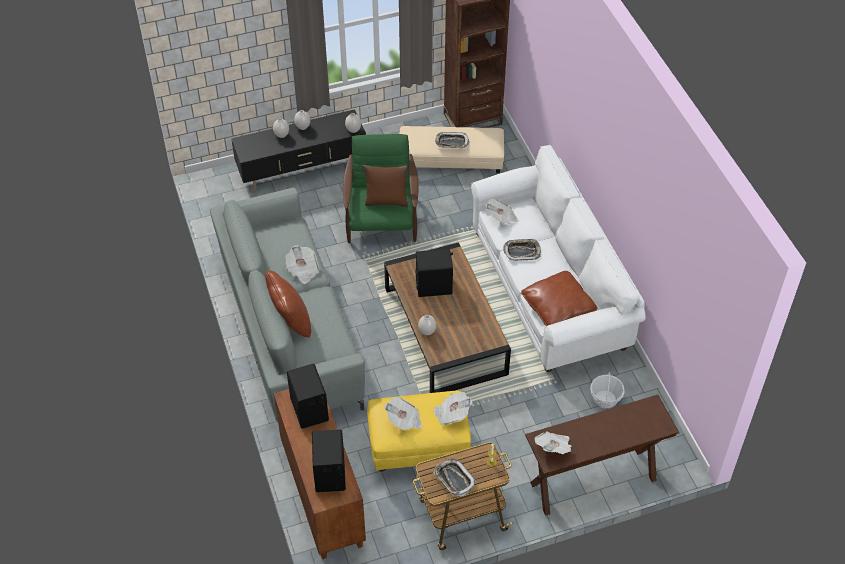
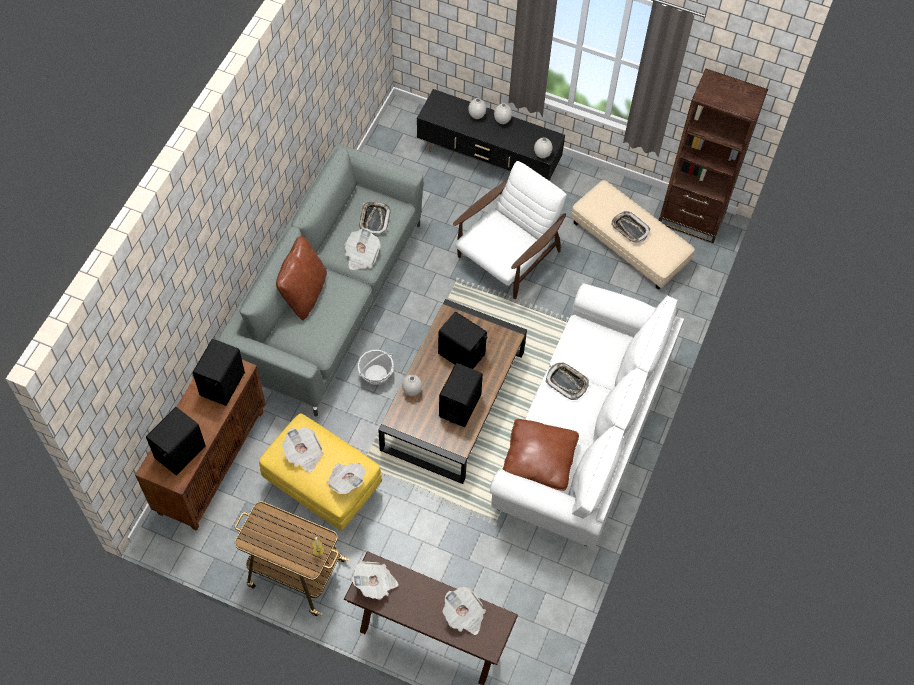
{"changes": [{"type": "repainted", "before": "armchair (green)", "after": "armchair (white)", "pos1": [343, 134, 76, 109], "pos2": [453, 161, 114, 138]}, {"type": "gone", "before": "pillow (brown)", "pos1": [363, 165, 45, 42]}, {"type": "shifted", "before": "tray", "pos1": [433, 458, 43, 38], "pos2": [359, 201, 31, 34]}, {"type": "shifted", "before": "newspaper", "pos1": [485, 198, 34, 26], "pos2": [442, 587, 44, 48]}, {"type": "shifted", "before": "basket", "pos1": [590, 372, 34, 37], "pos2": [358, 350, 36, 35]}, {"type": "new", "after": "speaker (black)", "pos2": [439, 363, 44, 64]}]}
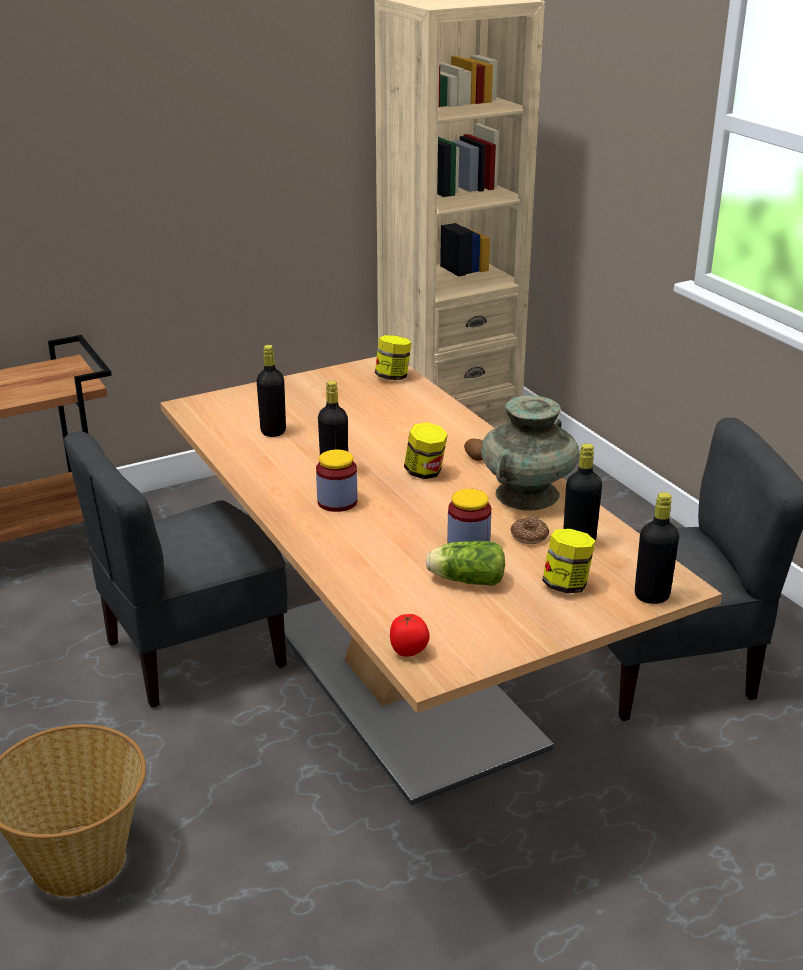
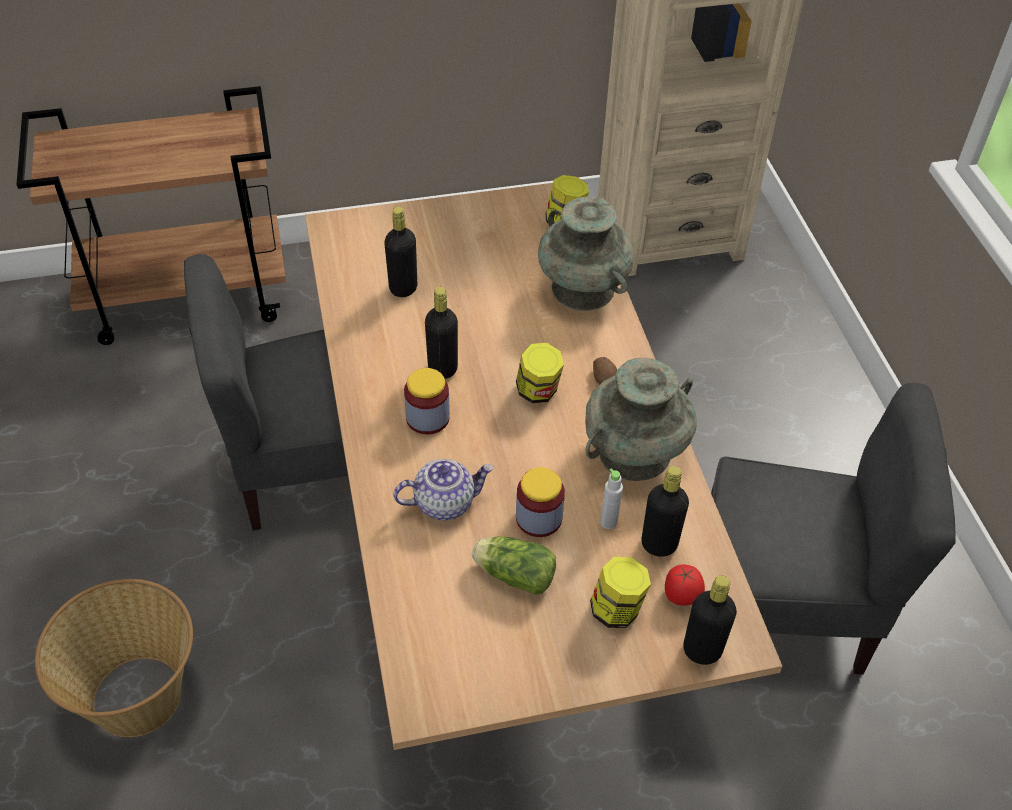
{"changes": [{"type": "shifted", "before": "tomato", "pos1": [390, 614, 40, 43], "pos2": [665, 564, 40, 42]}, {"type": "swapped", "before": "donut", "after": "bottle (grey)", "pos1": [510, 517, 39, 27], "pos2": [600, 468, 23, 61]}, {"type": "new", "after": "teapot", "pos2": [394, 459, 100, 61]}, {"type": "new", "after": "vase (turquoise)", "pos2": [538, 197, 96, 114]}]}
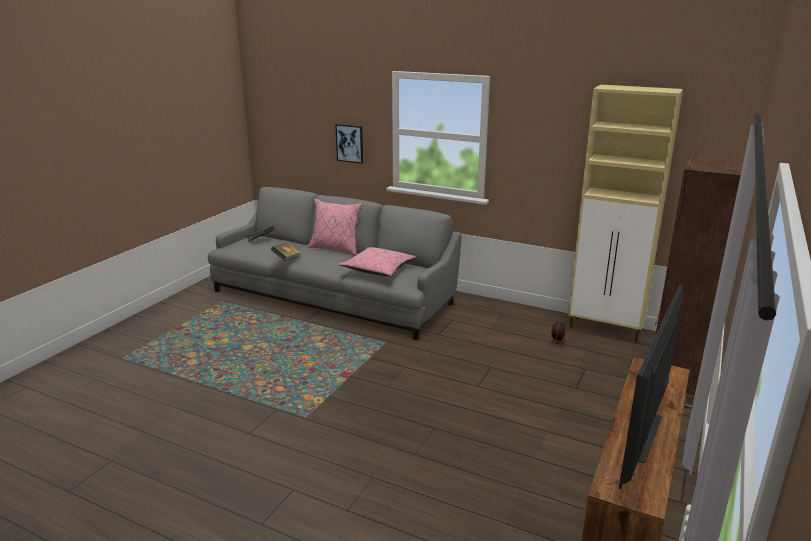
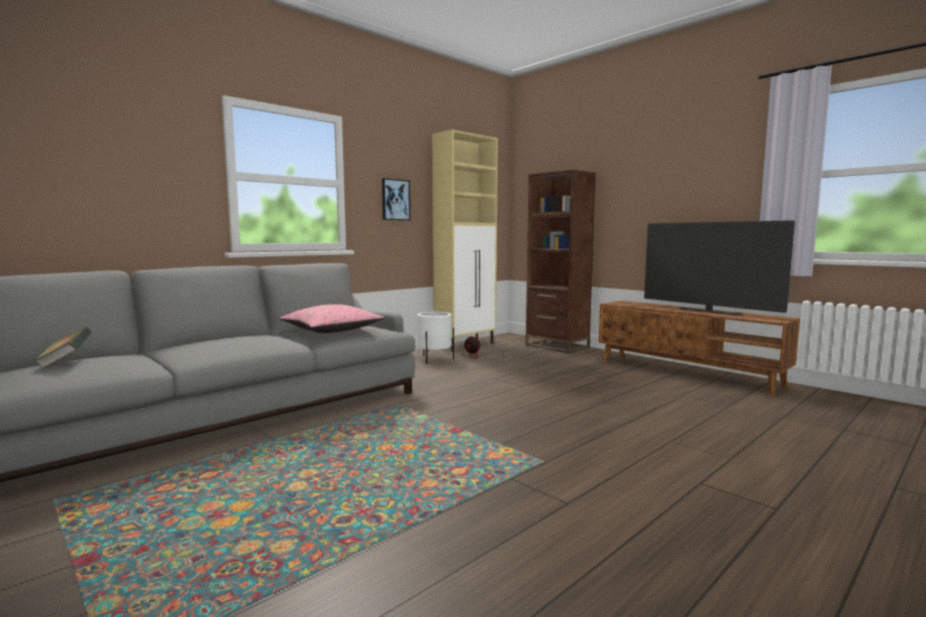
{"changes": [{"type": "gone", "before": "book", "pos1": [271, 242, 30, 19]}, {"type": "gone", "before": "pillow (pink)", "pos1": [308, 198, 55, 58]}, {"type": "shifted", "before": "picture", "pos1": [335, 124, 28, 40], "pos2": [382, 178, 28, 43]}, {"type": "new", "after": "planter (white)", "pos2": [417, 312, 37, 52]}]}
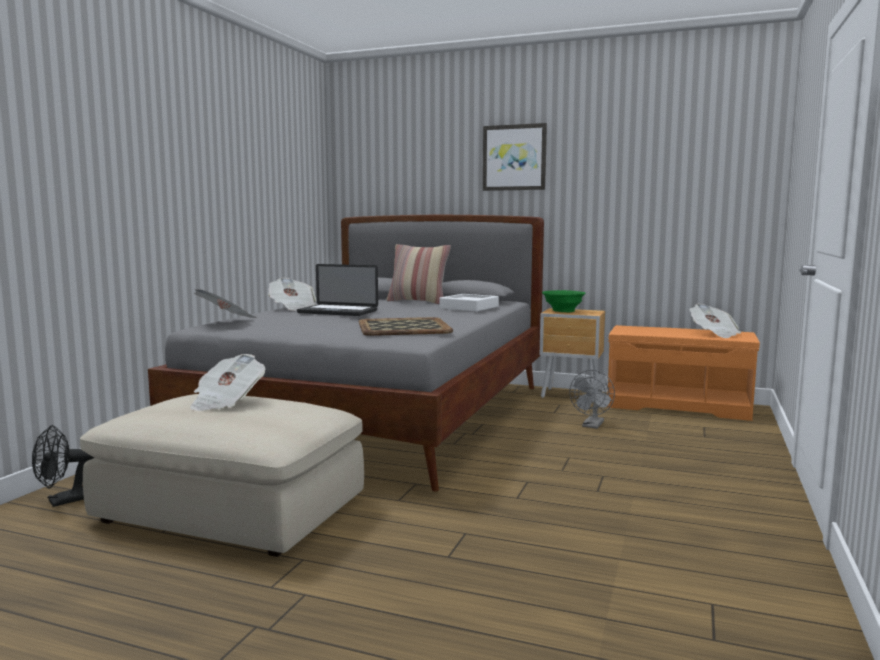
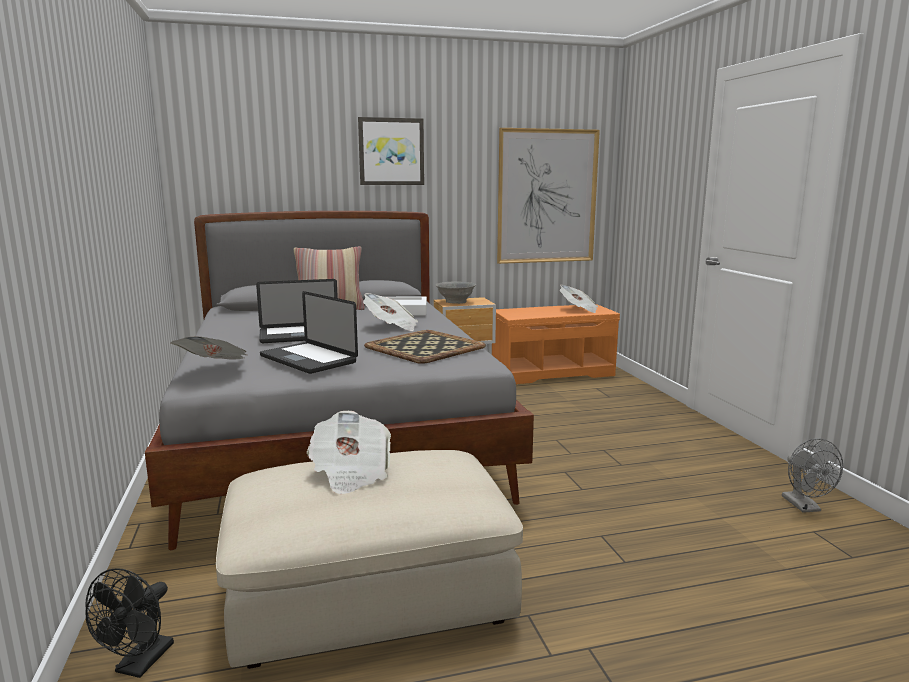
{"changes": [{"type": "shifted", "before": "newspaper", "pos1": [268, 278, 48, 33], "pos2": [363, 293, 55, 38]}, {"type": "repainted", "before": "bowl (green)", "after": "bowl (grey)", "pos1": [542, 290, 44, 22], "pos2": [436, 282, 40, 22]}, {"type": "shifted", "before": "fan (grey)", "pos1": [569, 370, 46, 59], "pos2": [782, 438, 61, 75]}, {"type": "new", "after": "laptop", "pos2": [260, 291, 98, 83]}, {"type": "new", "after": "picture", "pos2": [497, 128, 103, 136]}]}
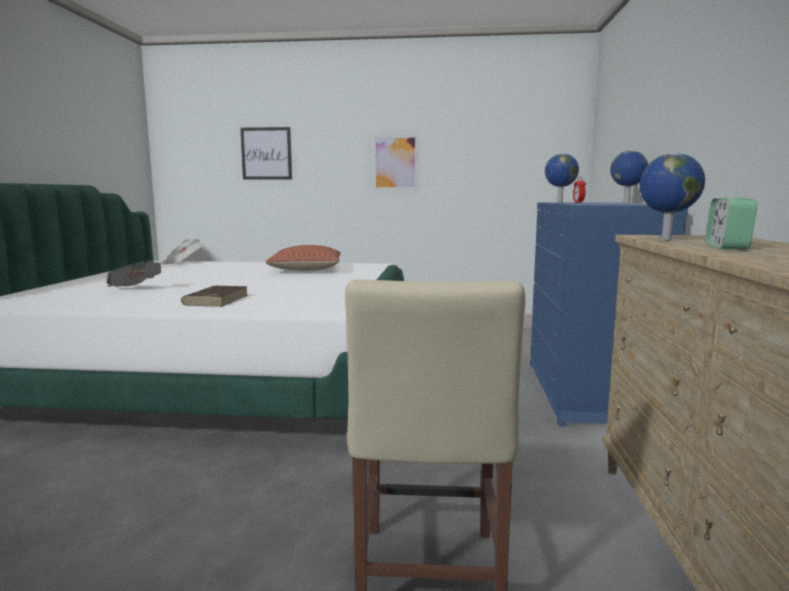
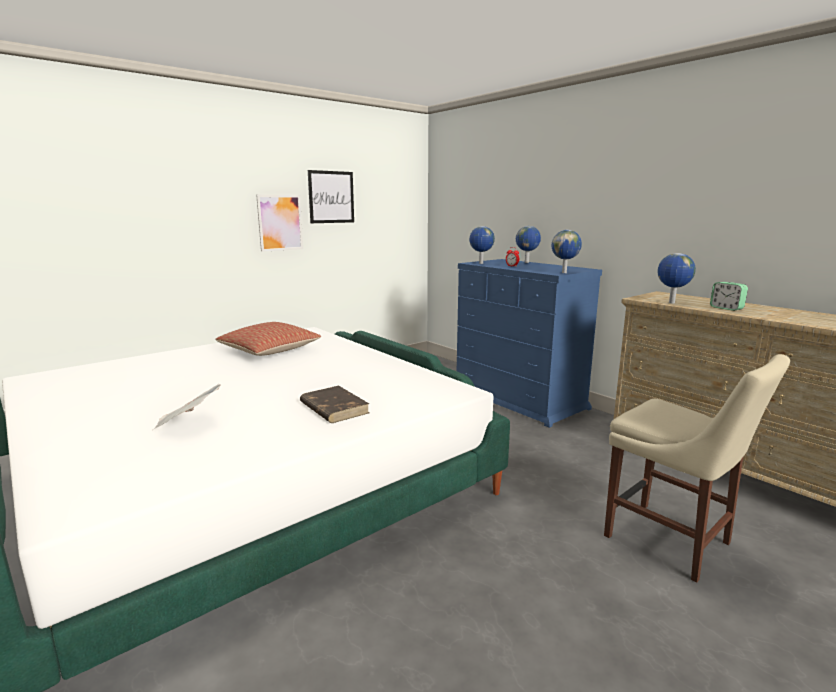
{"changes": [{"type": "gone", "before": "newspaper", "pos1": [161, 239, 42, 25]}, {"type": "shifted", "before": "picture", "pos1": [240, 127, 52, 53], "pos2": [308, 170, 46, 53]}, {"type": "new", "after": "globe", "pos2": [552, 230, 30, 43]}]}
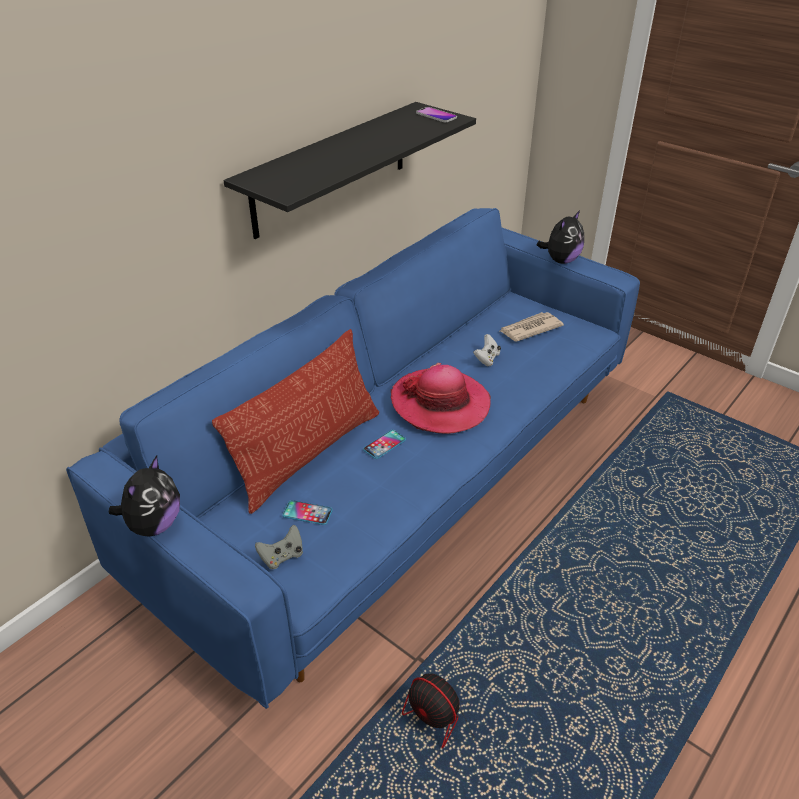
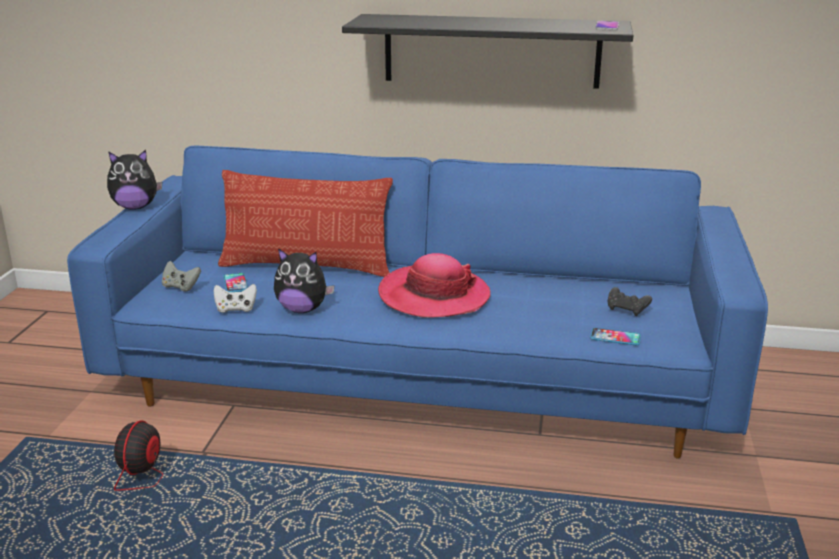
{"changes": [{"type": "shifted", "before": "phone", "pos1": [363, 430, 43, 29], "pos2": [590, 328, 51, 18]}, {"type": "shifted", "before": "game controller (white)", "pos1": [473, 334, 28, 32], "pos2": [214, 284, 43, 29]}, {"type": "swapped", "before": "newspaper", "after": "game controller (black)", "pos1": [500, 312, 64, 30], "pos2": [608, 287, 44, 29]}, {"type": "shifted", "before": "plush toy", "pos1": [537, 210, 47, 54], "pos2": [274, 248, 61, 65]}]}
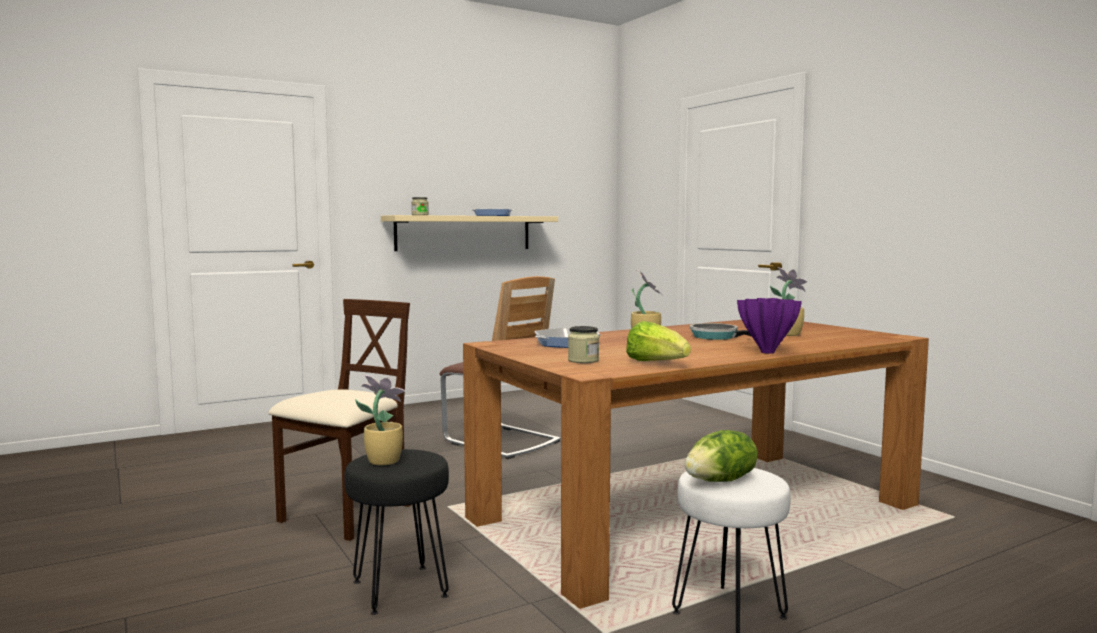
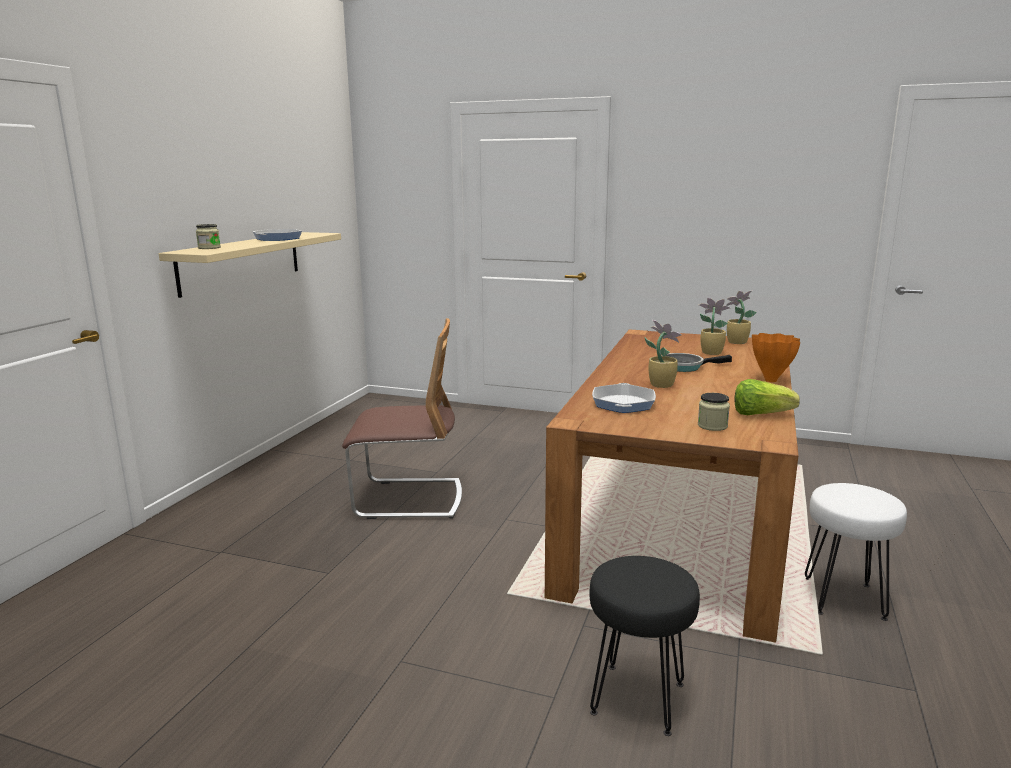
{"changes": [{"type": "gone", "before": "chair (beige)", "pos1": [268, 299, 143, 242]}, {"type": "shifted", "before": "potted plant", "pos1": [355, 375, 50, 91], "pos2": [726, 290, 31, 54]}, {"type": "gone", "before": "lettuce", "pos1": [684, 430, 74, 52]}, {"type": "repainted", "before": "vase (purple)", "after": "vase (orange)", "pos1": [737, 298, 65, 56], "pos2": [752, 333, 48, 49]}]}
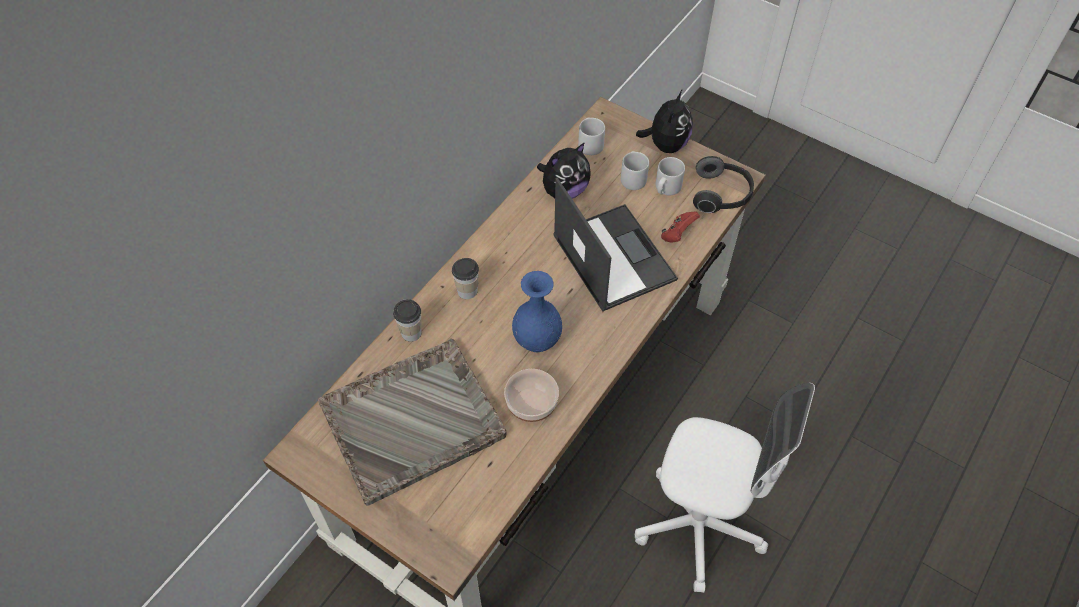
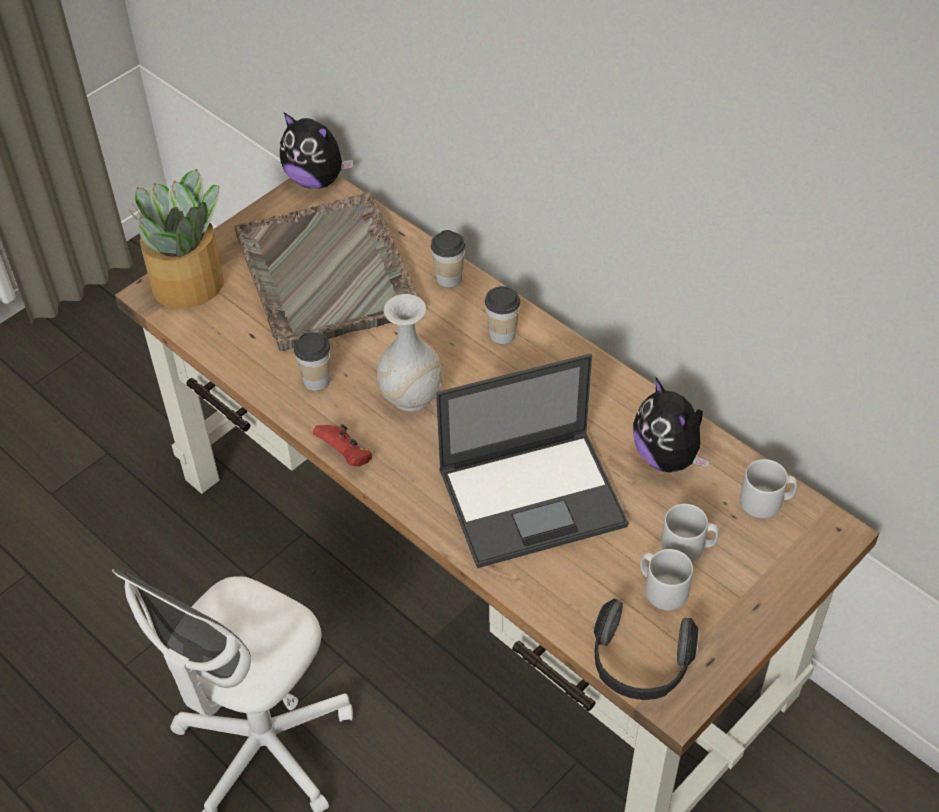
{"changes": [{"type": "swapped", "before": "bowl", "after": "cup", "pos1": [504, 369, 55, 53], "pos2": [294, 332, 37, 59]}, {"type": "repainted", "before": "vase (blue)", "after": "vase (white)", "pos1": [512, 271, 50, 81], "pos2": [377, 294, 66, 117]}, {"type": "shifted", "before": "plush toy", "pos1": [636, 89, 57, 64], "pos2": [280, 113, 73, 76]}, {"type": "shifted", "before": "game controller (red)", "pos1": [661, 211, 39, 32], "pos2": [313, 424, 59, 42]}, {"type": "new", "after": "potted plant", "pos2": [129, 169, 95, 140]}]}
